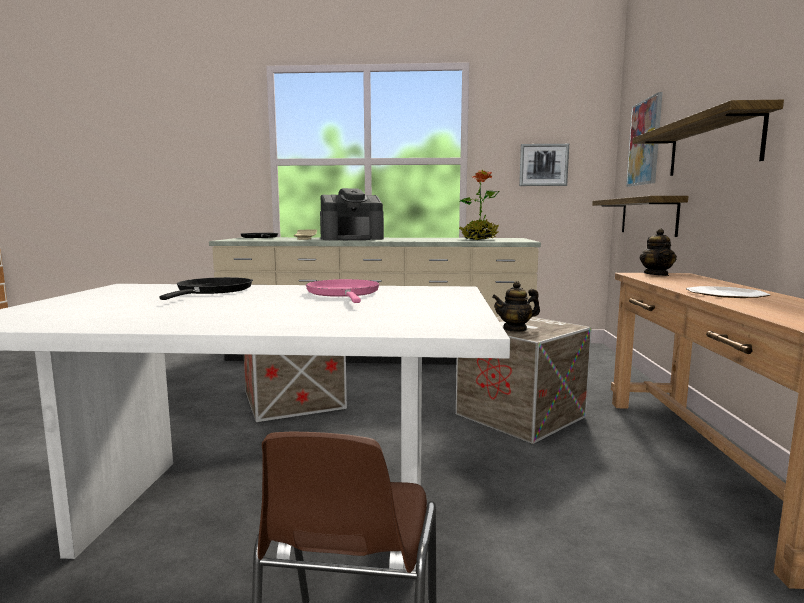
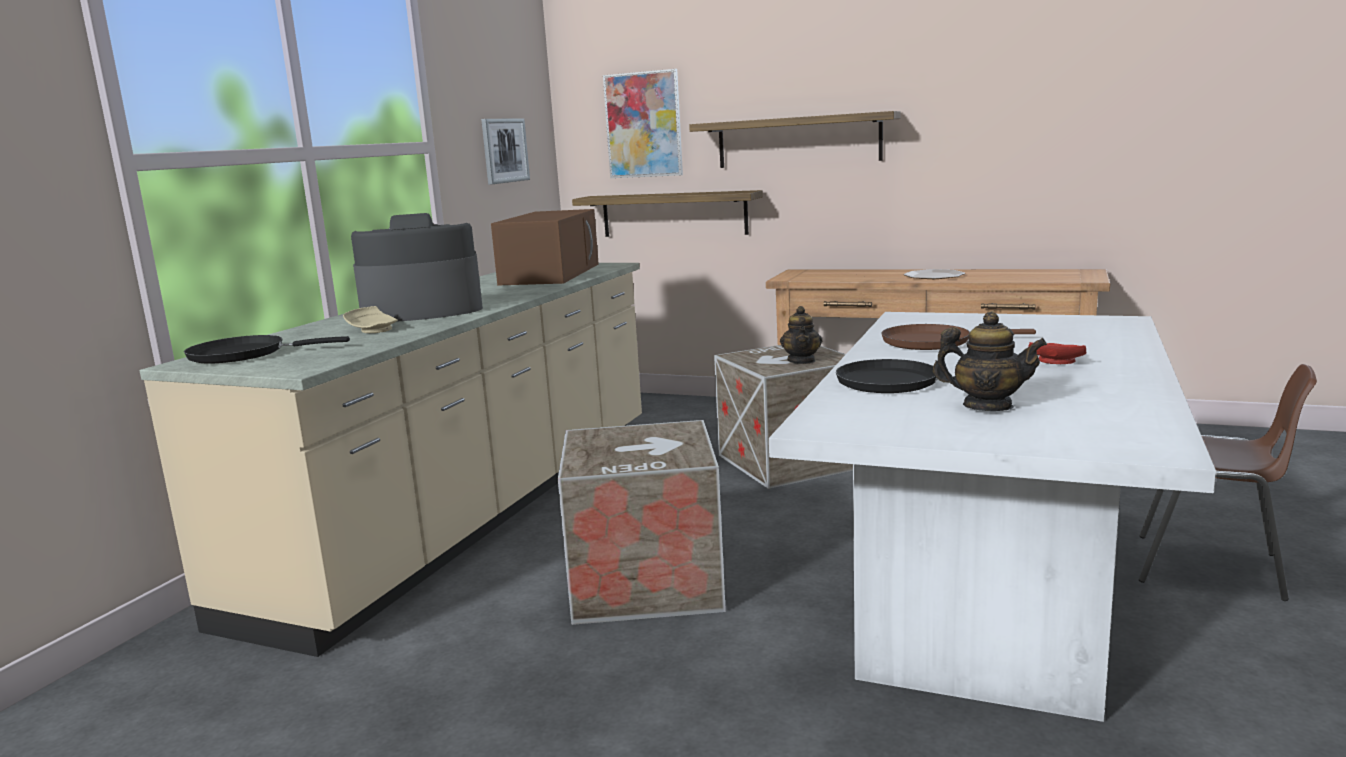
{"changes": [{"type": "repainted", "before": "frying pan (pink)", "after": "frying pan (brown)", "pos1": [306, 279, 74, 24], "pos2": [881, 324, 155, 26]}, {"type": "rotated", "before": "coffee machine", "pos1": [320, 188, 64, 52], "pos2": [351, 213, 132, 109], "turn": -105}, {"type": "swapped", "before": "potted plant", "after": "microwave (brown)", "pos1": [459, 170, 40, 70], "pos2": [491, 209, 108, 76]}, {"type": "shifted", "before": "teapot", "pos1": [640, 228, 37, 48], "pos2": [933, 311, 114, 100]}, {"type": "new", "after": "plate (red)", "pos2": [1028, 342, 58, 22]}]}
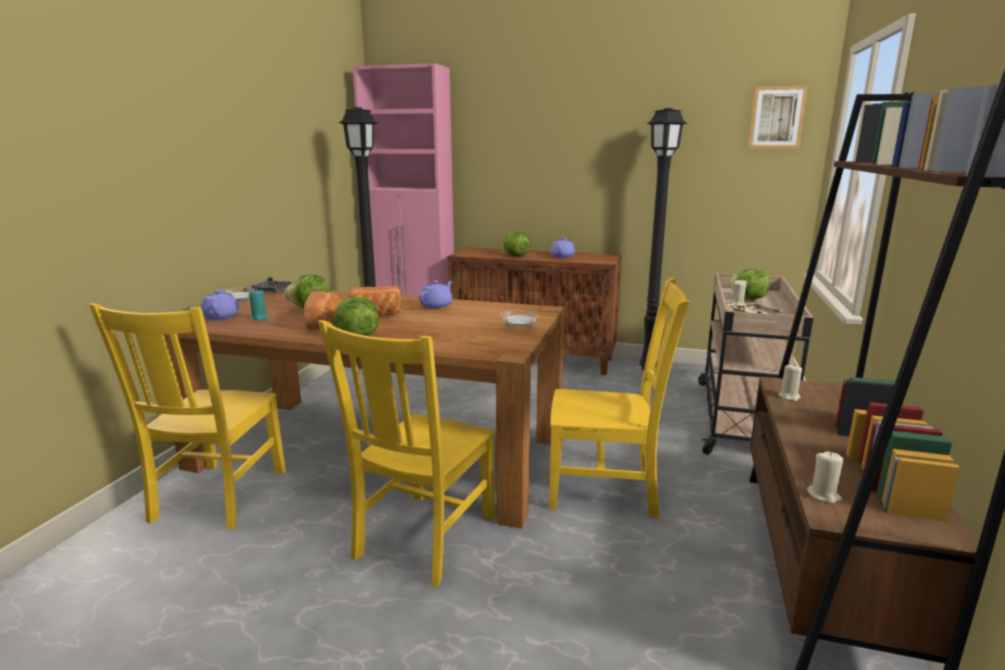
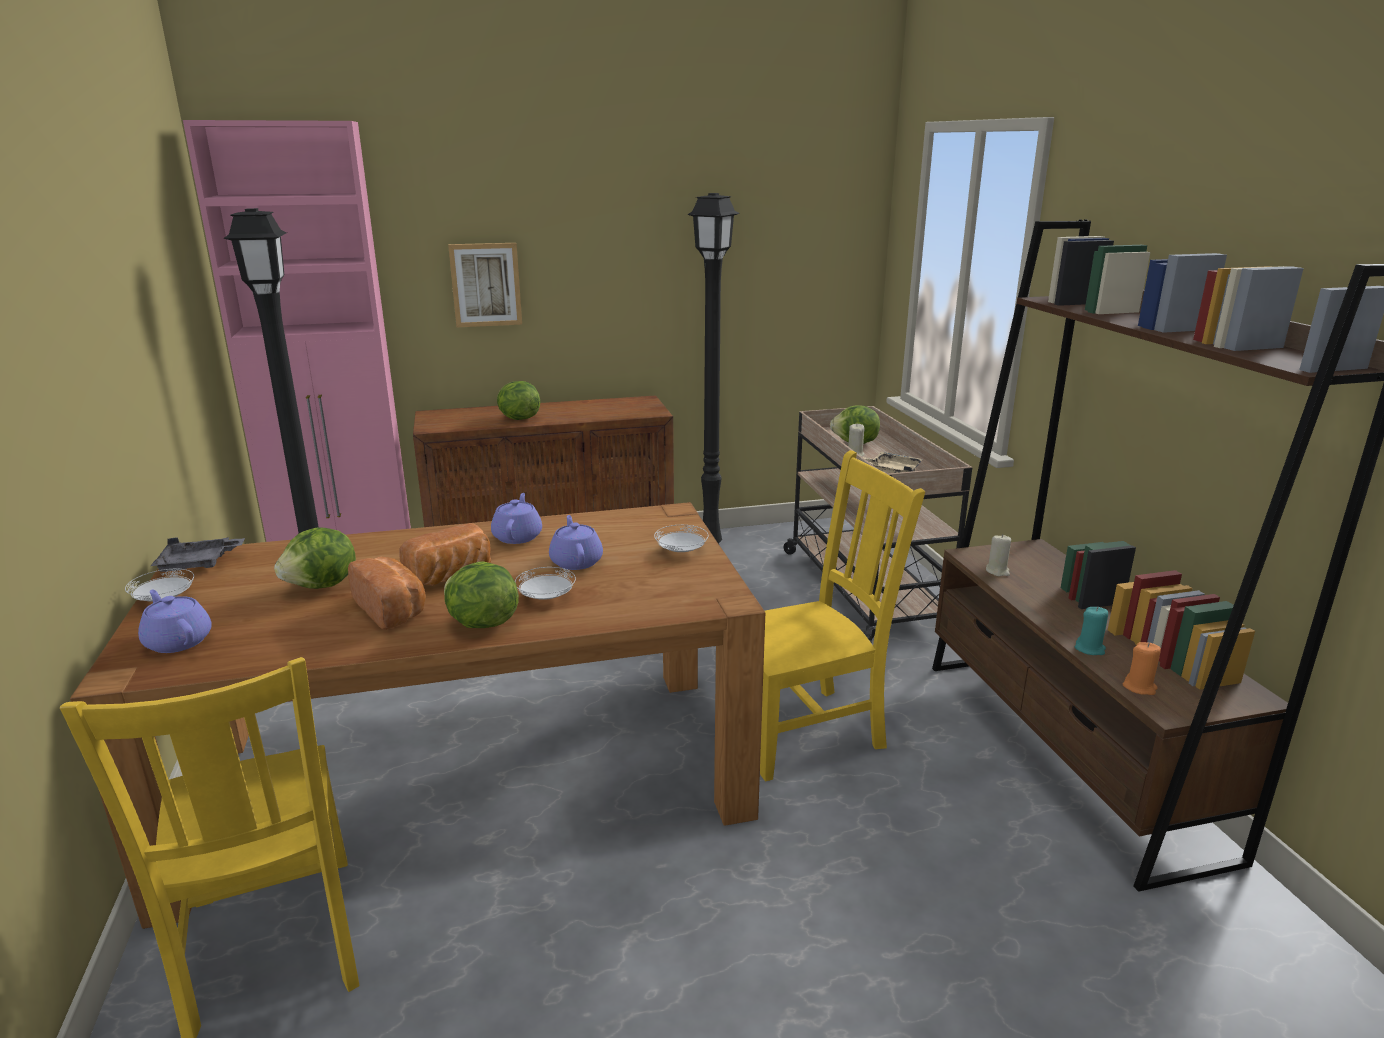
{"changes": [{"type": "shifted", "before": "candle (turquoise)", "pos1": [249, 289, 20, 32], "pos2": [1075, 607, 33, 48]}, {"type": "gone", "before": "chair (yellow)", "pos1": [318, 320, 177, 267]}, {"type": "shifted", "before": "teapot (purple)", "pos1": [551, 237, 24, 21], "pos2": [549, 515, 54, 55]}, {"type": "shifted", "before": "picture", "pos1": [748, 86, 60, 63], "pos2": [448, 243, 74, 84]}, {"type": "repainted", "before": "candle (beige)", "after": "candle (orange)", "pos1": [807, 451, 37, 53], "pos2": [1123, 642, 38, 53]}, {"type": "new", "after": "plate (white)", "pos2": [515, 567, 61, 33]}]}
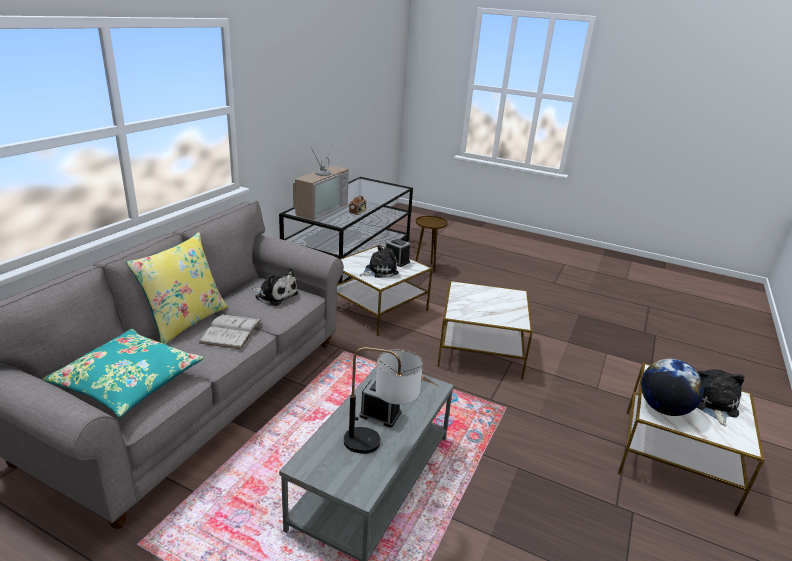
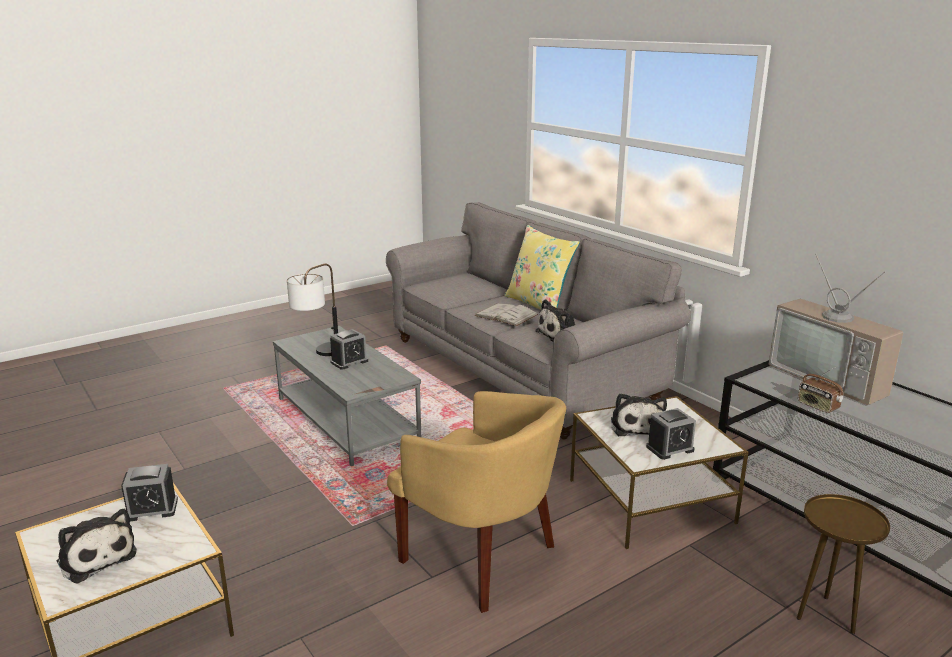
{"changes": [{"type": "gone", "before": "pillow (turquoise)", "pos1": [42, 329, 162, 88]}, {"type": "swapped", "before": "side table", "after": "armchair (yellow)", "pos1": [437, 281, 96, 99], "pos2": [387, 391, 179, 222]}, {"type": "swapped", "before": "globe", "after": "alarm clock", "pos1": [641, 359, 63, 57], "pos2": [121, 464, 57, 57]}]}
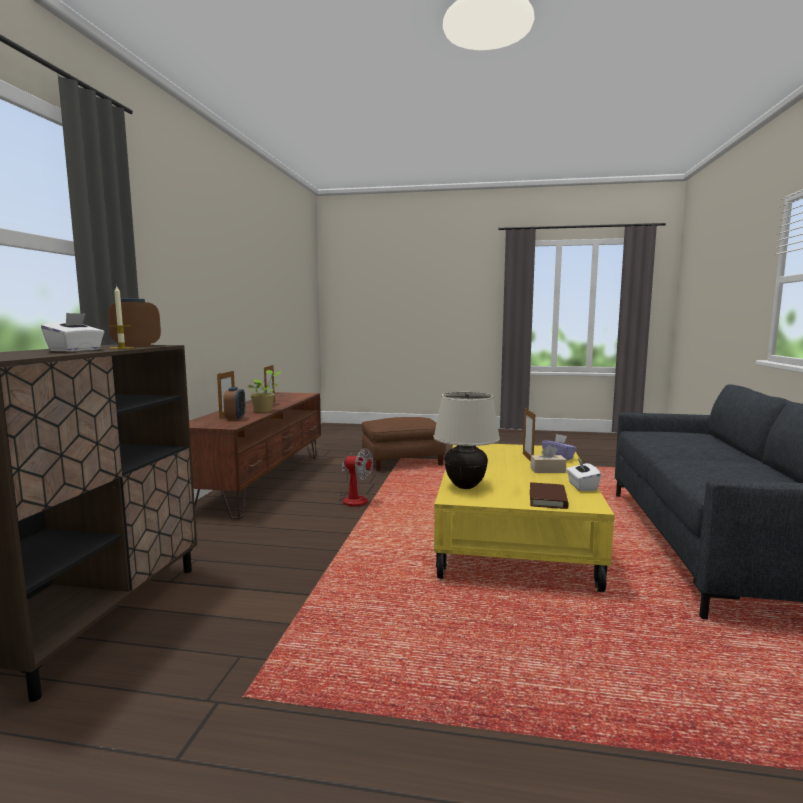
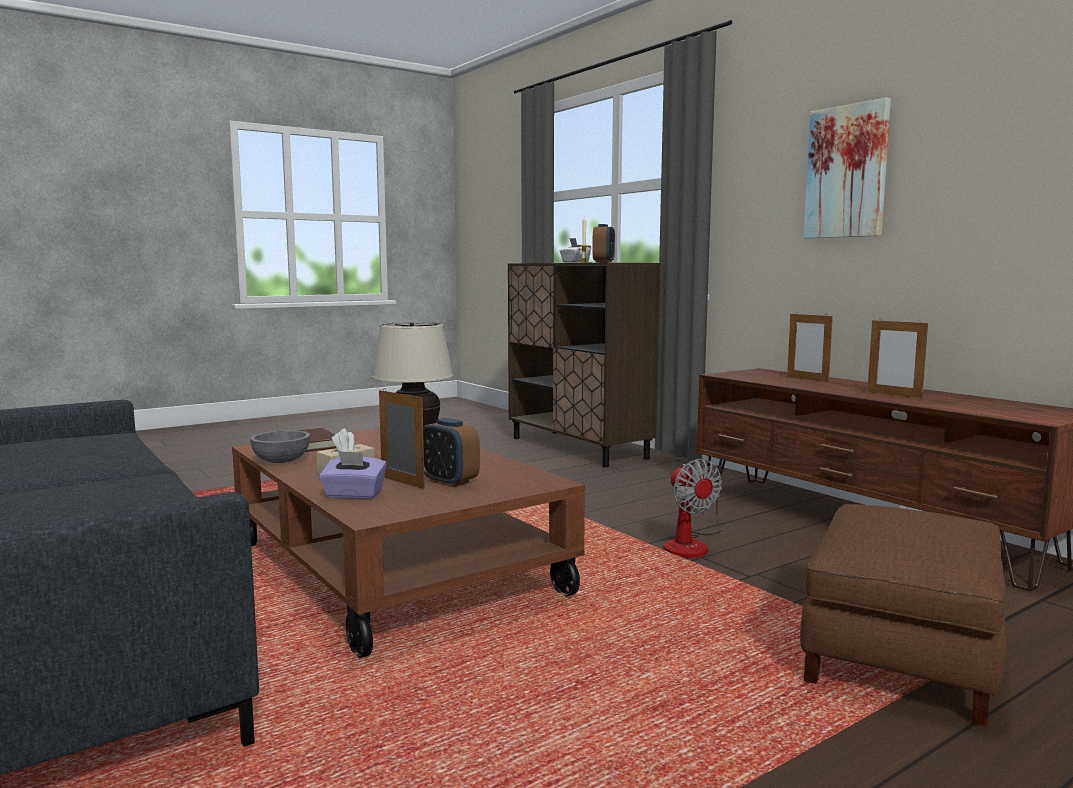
{"changes": [{"type": "shifted", "before": "alarm clock", "pos1": [223, 387, 23, 34], "pos2": [423, 418, 57, 69]}, {"type": "gone", "before": "potted plant", "pos1": [249, 370, 33, 42]}, {"type": "rotated", "before": "fan", "pos1": [338, 448, 35, 59], "pos2": [664, 459, 58, 99], "turn": -90}, {"type": "repainted", "before": "coffee table (yellow)", "after": "coffee table (brown)", "pos1": [434, 444, 181, 148], "pos2": [232, 428, 353, 230]}, {"type": "swapped", "before": "tissue box (white)", "after": "bowl (grey)", "pos1": [566, 459, 35, 32], "pos2": [250, 430, 60, 33]}, {"type": "new", "after": "picture", "pos2": [804, 98, 87, 141]}]}
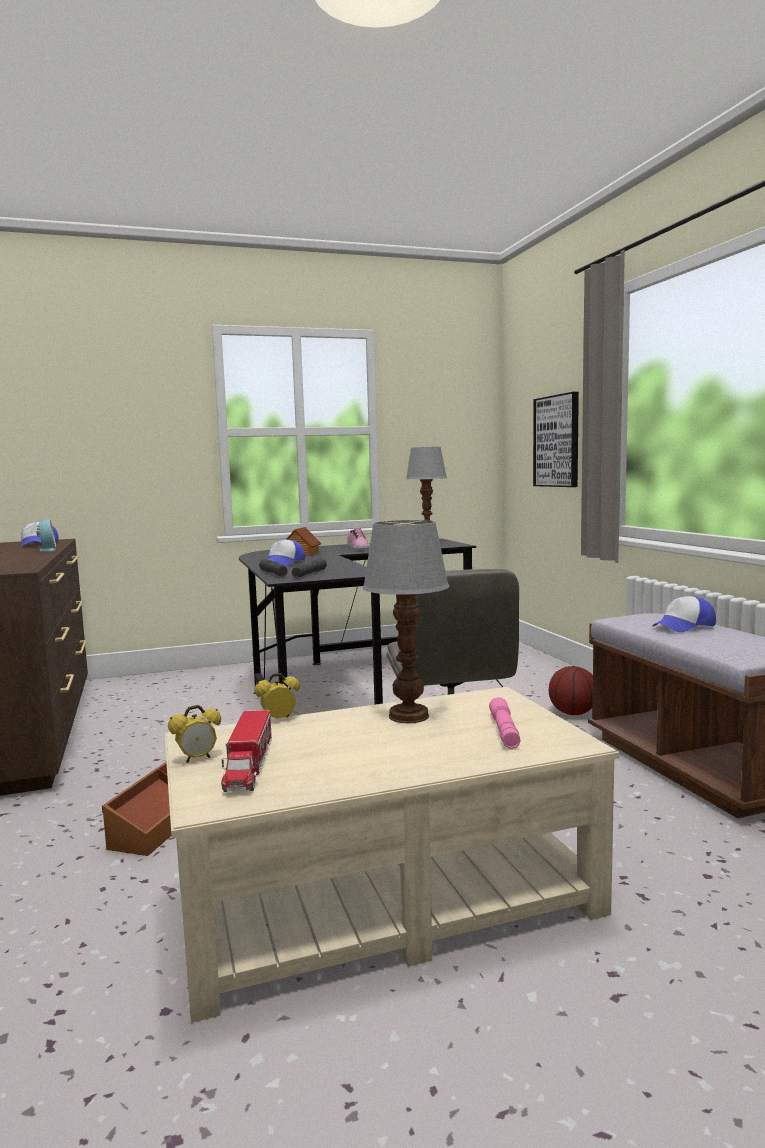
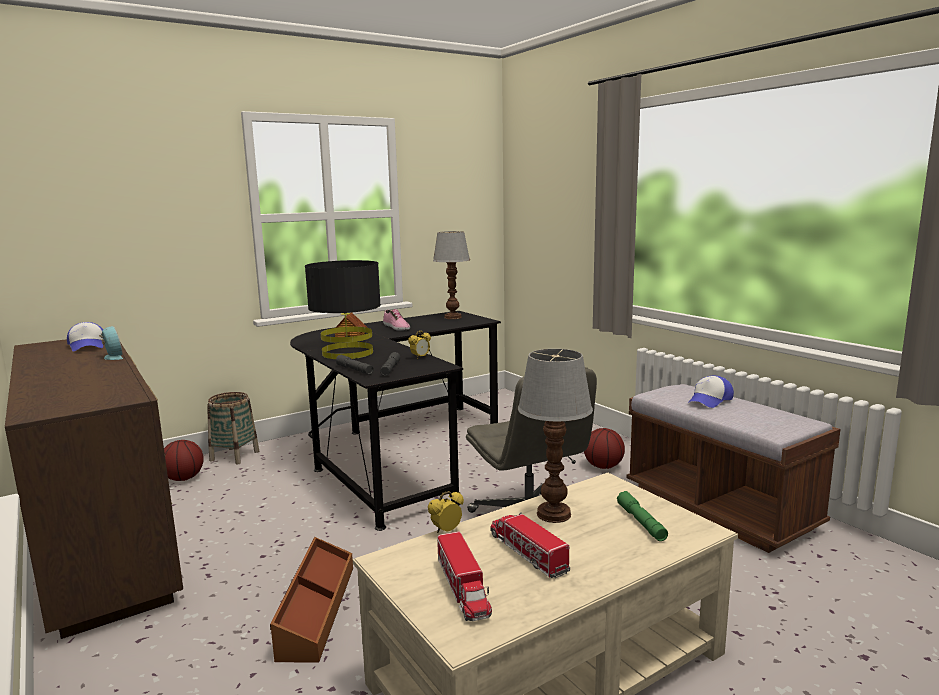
{"changes": [{"type": "shifted", "before": "alarm clock", "pos1": [168, 705, 53, 58], "pos2": [408, 331, 23, 28]}, {"type": "swapped", "before": "cap", "after": "table lamp (black)", "pos1": [268, 539, 37, 27], "pos2": [305, 260, 76, 99]}, {"type": "repainted", "before": "flashlight (pink)", "after": "flashlight (green)", "pos1": [489, 697, 31, 52], "pos2": [617, 491, 51, 50]}, {"type": "gone", "before": "picture", "pos1": [533, 392, 46, 95]}, {"type": "new", "after": "basketball", "pos2": [164, 440, 40, 41]}, {"type": "new", "after": "basket", "pos2": [207, 392, 52, 72]}, {"type": "new", "after": "toy truck", "pos2": [490, 512, 80, 66]}]}
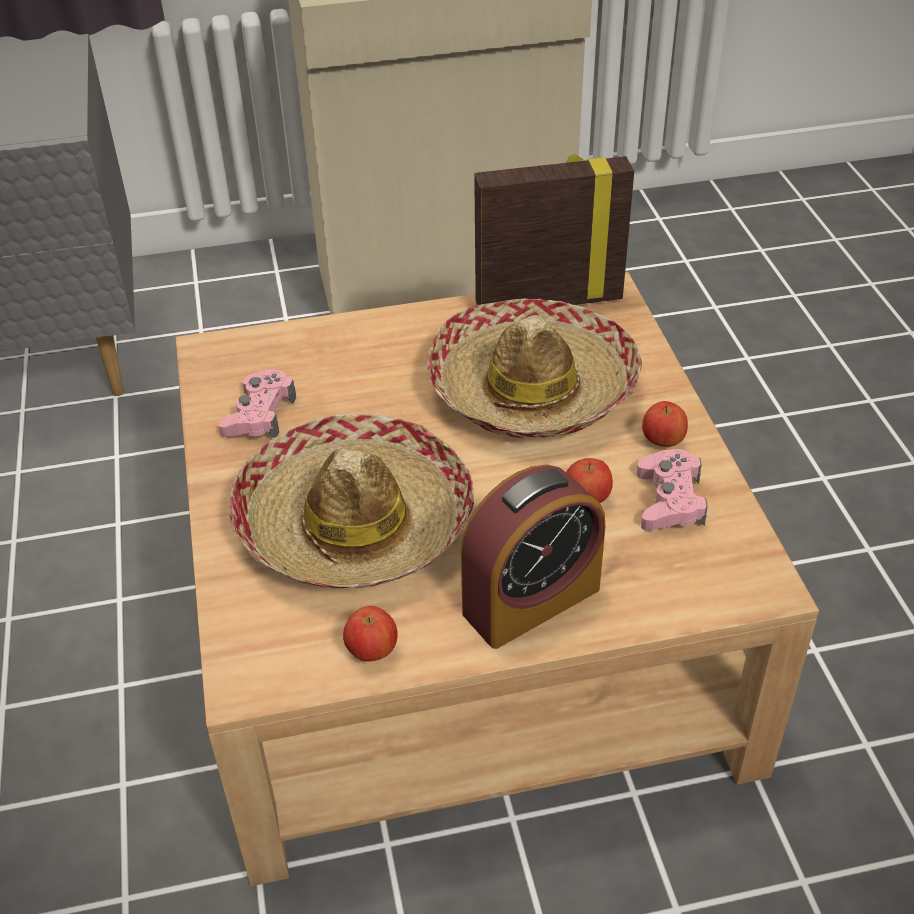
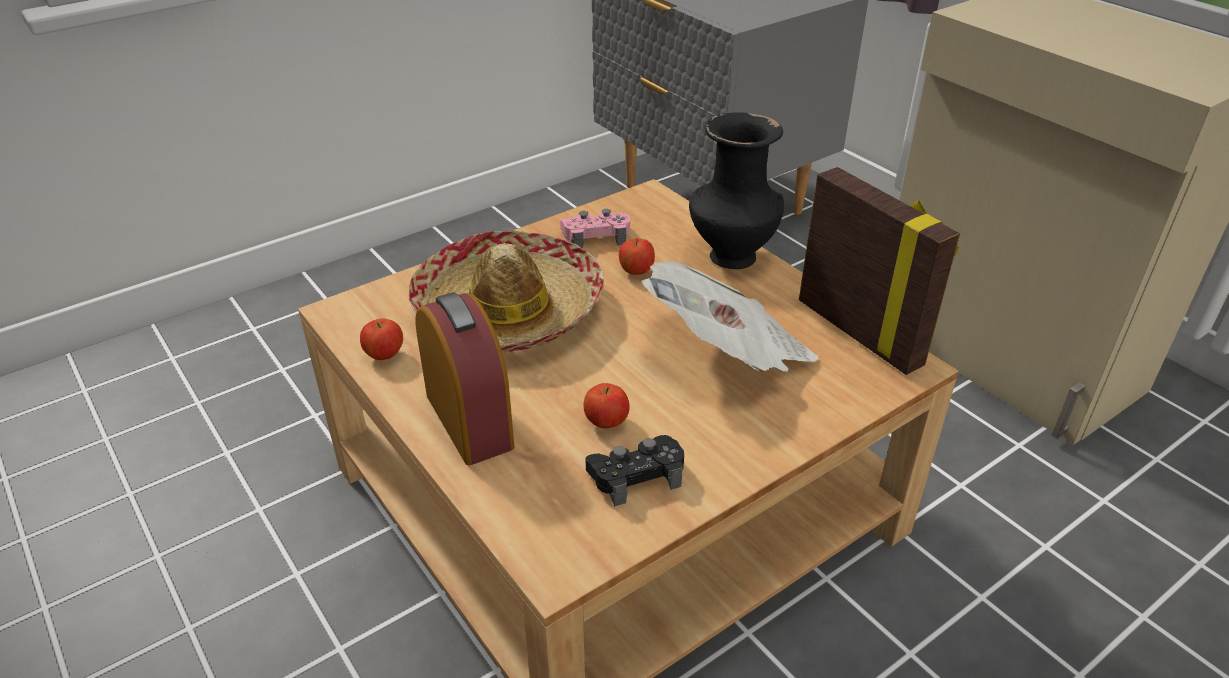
{"changes": [{"type": "swapped", "before": "hat", "after": "newspaper", "pos1": [427, 299, 215, 139], "pos2": [641, 261, 178, 111]}, {"type": "rotated", "before": "alarm clock", "pos1": [461, 465, 145, 184], "pos2": [416, 292, 98, 173], "turn": -150}, {"type": "repainted", "before": "game controller (pink)", "after": "game controller (black)", "pos1": [636, 449, 72, 81], "pos2": [586, 435, 98, 72]}, {"type": "shifted", "before": "apple", "pos1": [642, 401, 46, 46], "pos2": [619, 238, 36, 37]}, {"type": "new", "after": "vase (black)", "pos2": [689, 112, 95, 157]}]}
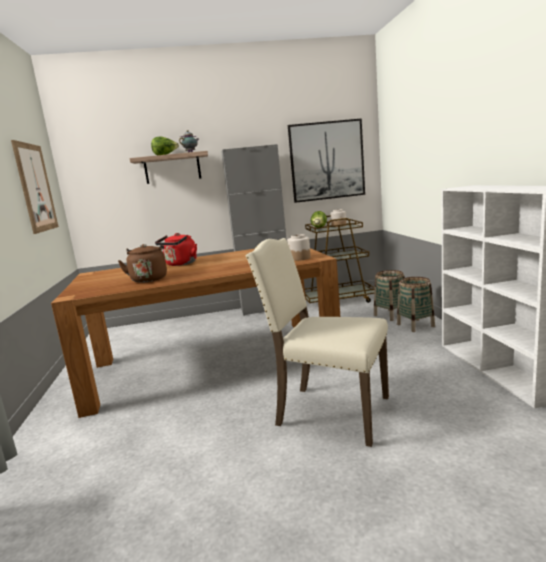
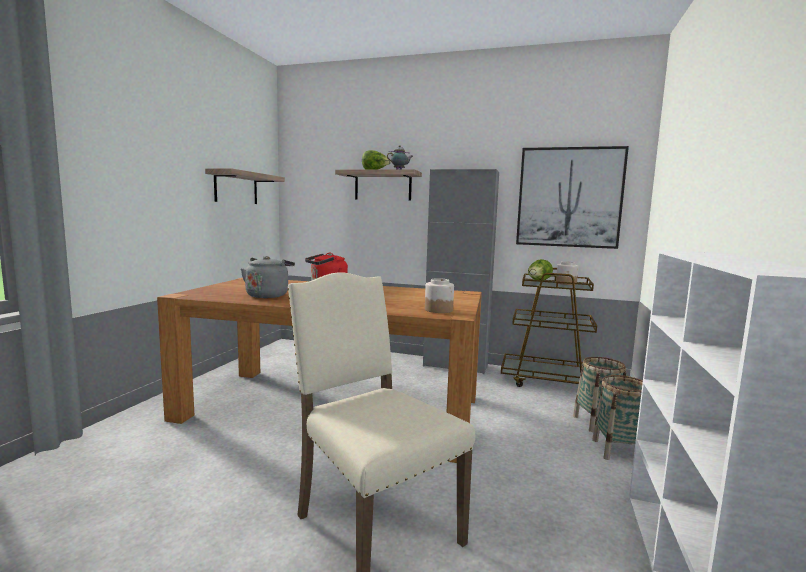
{"changes": [{"type": "swapped", "before": "picture", "after": "shelf", "pos1": [11, 140, 48, 94], "pos2": [205, 168, 80, 36]}, {"type": "repainted", "before": "kettle (brown)", "after": "kettle (grey)", "pos1": [118, 244, 49, 39], "pos2": [241, 256, 54, 42]}]}
